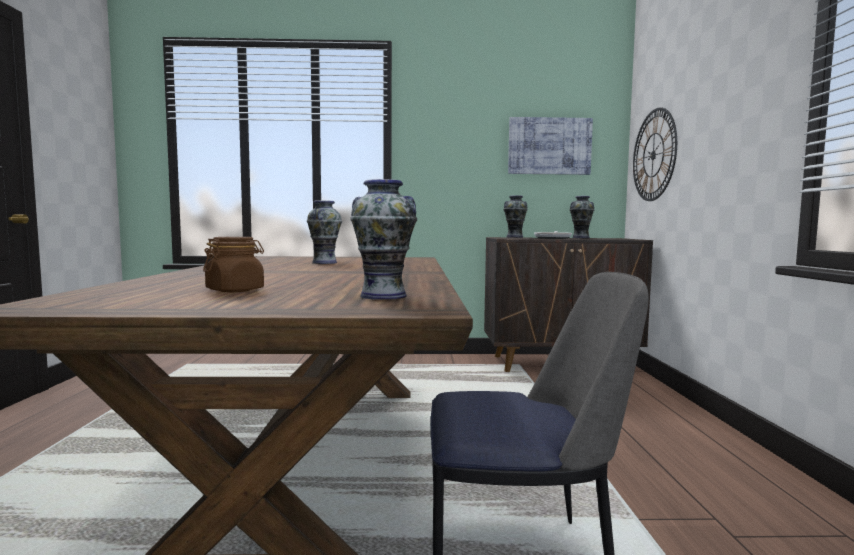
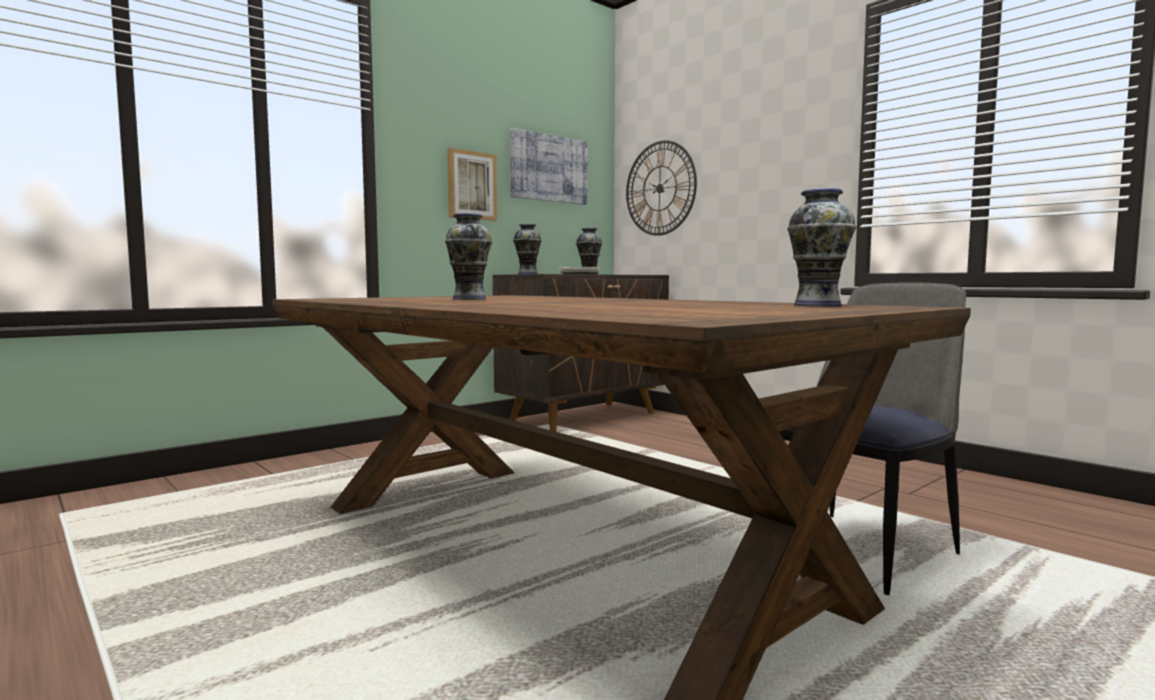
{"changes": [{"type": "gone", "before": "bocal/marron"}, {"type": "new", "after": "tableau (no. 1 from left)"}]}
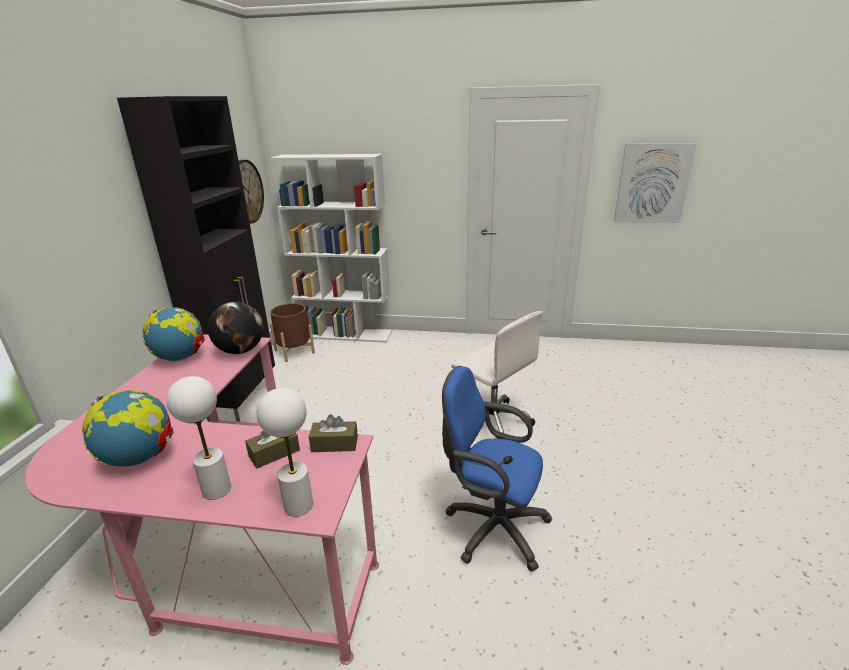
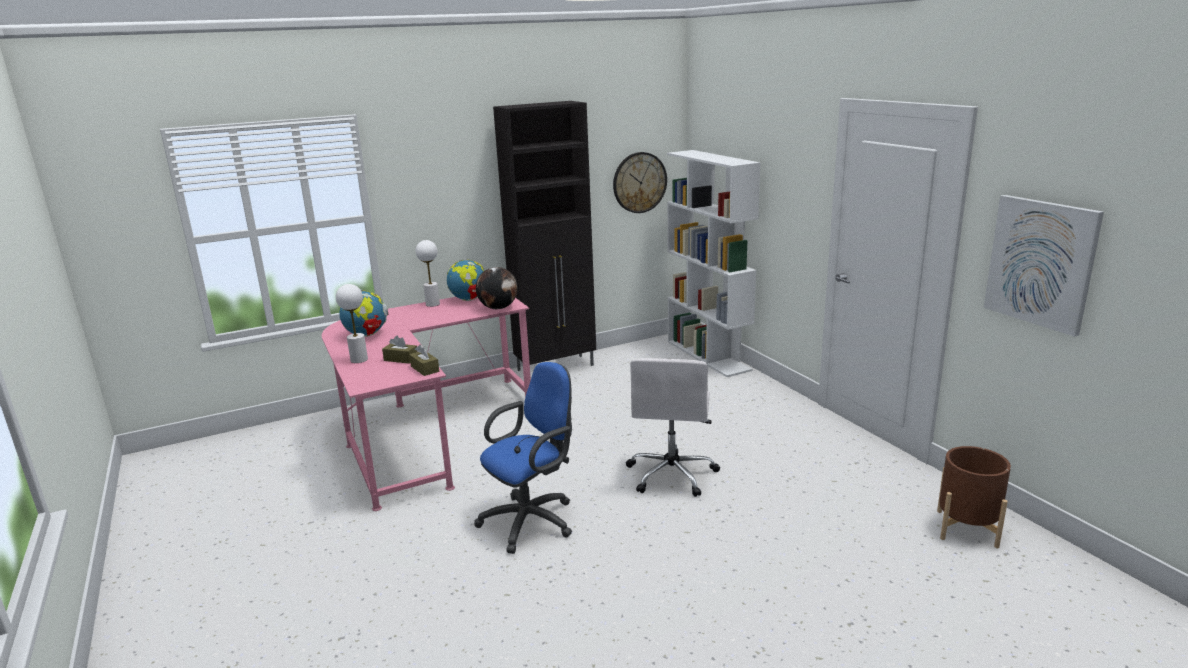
{"changes": [{"type": "shifted", "before": "lampe de table/blanc (no. 2 from left)"}, {"type": "shifted", "before": "cache-pot/marron"}, {"type": "rotated", "before": "chaise de bureau/bleu", "turn": 60}]}
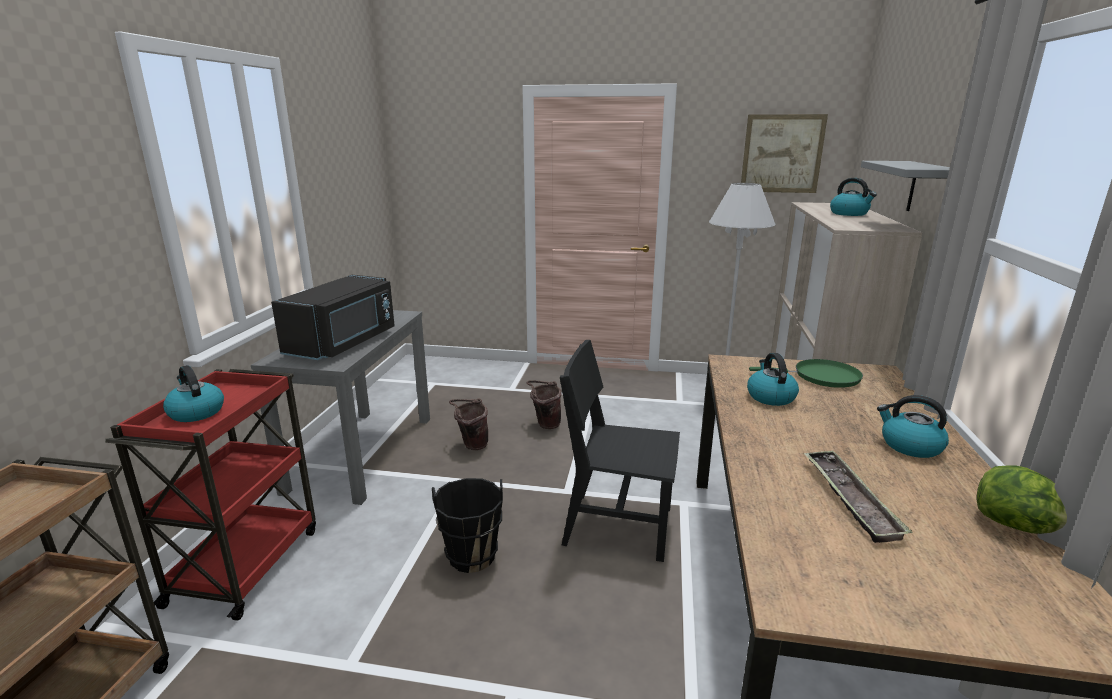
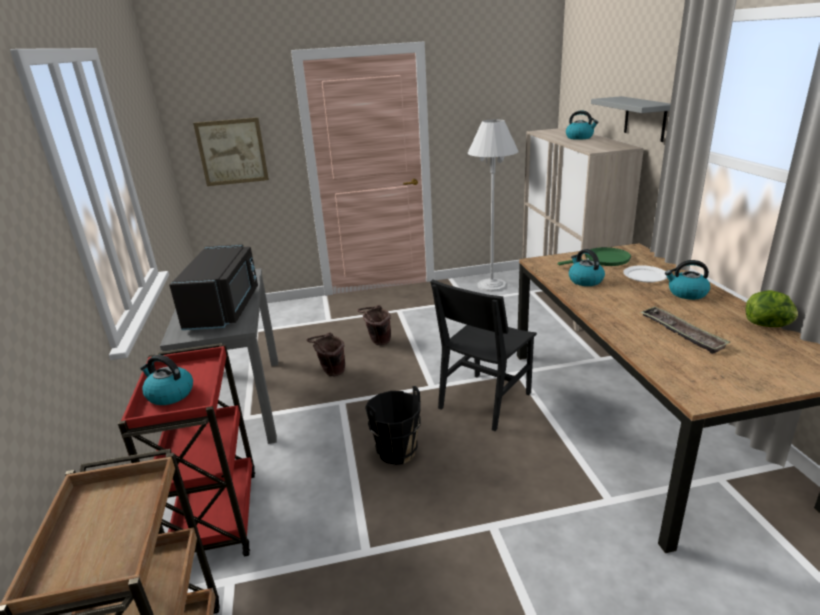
{"changes": [{"type": "new", "after": "assiette/blanc"}, {"type": "shifted", "before": "tableau"}, {"type": "rotated", "before": "chaise/noir", "turn": -45}]}
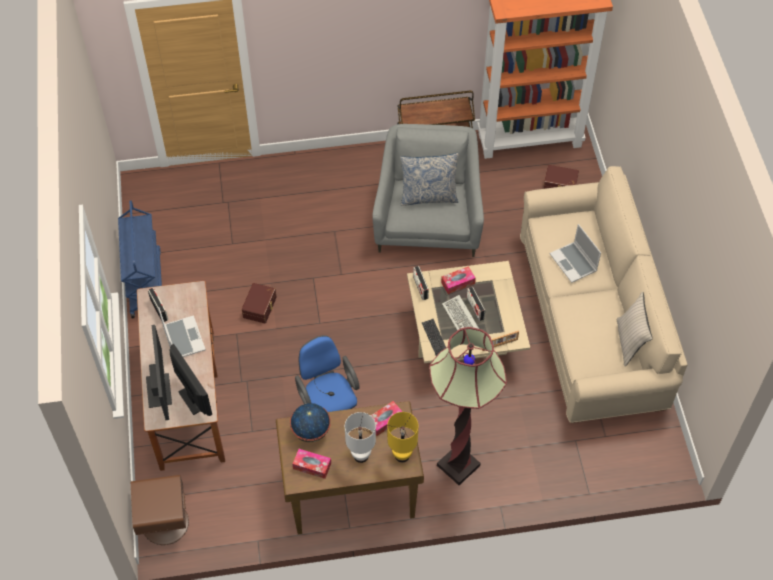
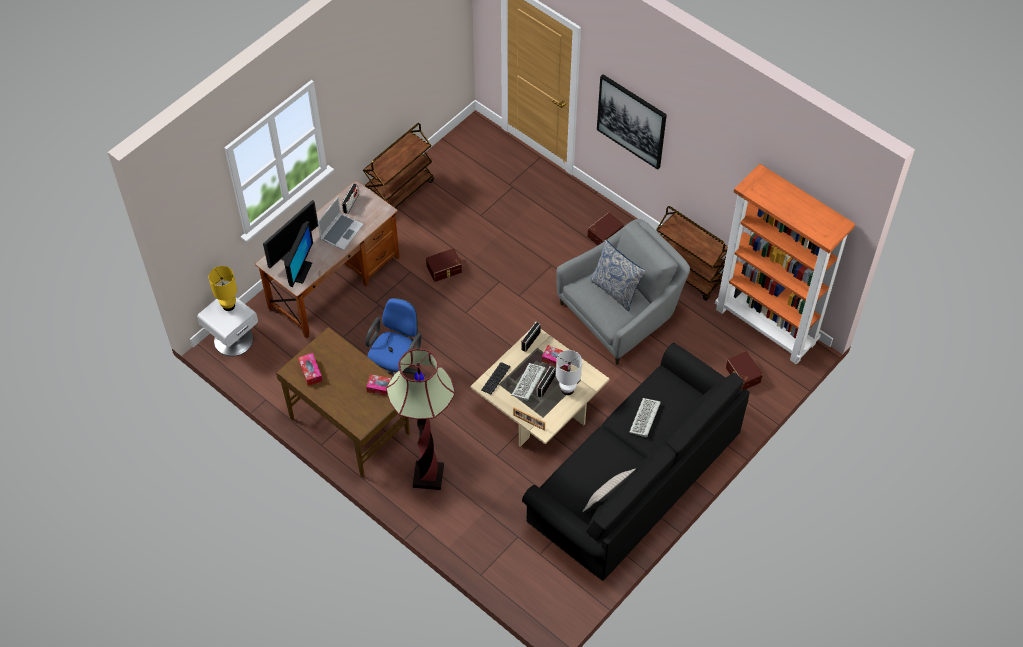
{"changes": [{"type": "gone", "before": "globe"}, {"type": "new", "after": "boîte de rangement/marron (no. 2 from left)"}, {"type": "new", "after": "tableau"}, {"type": "shifted", "before": "lampe de table/blanc"}, {"type": "shifted", "before": "lampe de table/jaune"}, {"type": "swapped", "before": "ordinateur portable (no. 2 from left)", "after": "clavier (no. 3 from left)"}, {"type": "repainted", "before": "chariot/bleu", "after": "chariot/marron (no. 1 from left)"}, {"type": "repainted", "before": "table de chevet/marron", "after": "table de chevet/blanc"}, {"type": "repainted", "before": "canapé/beige", "after": "canapé/noir"}]}
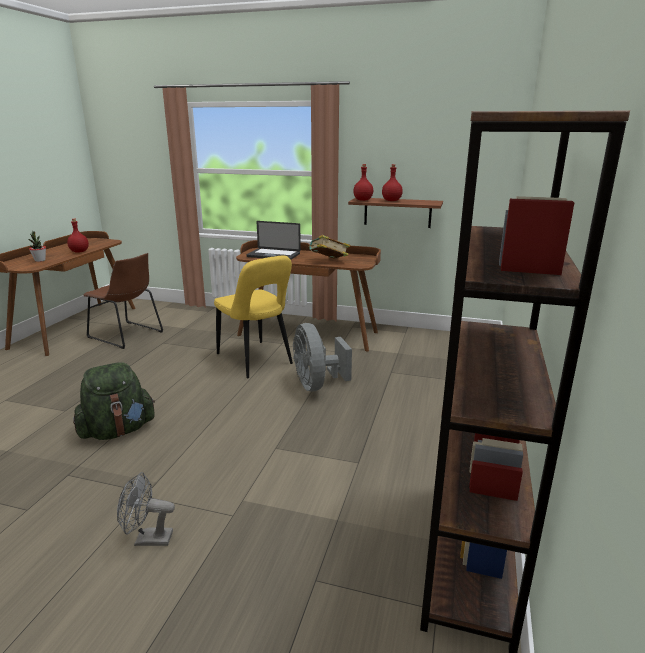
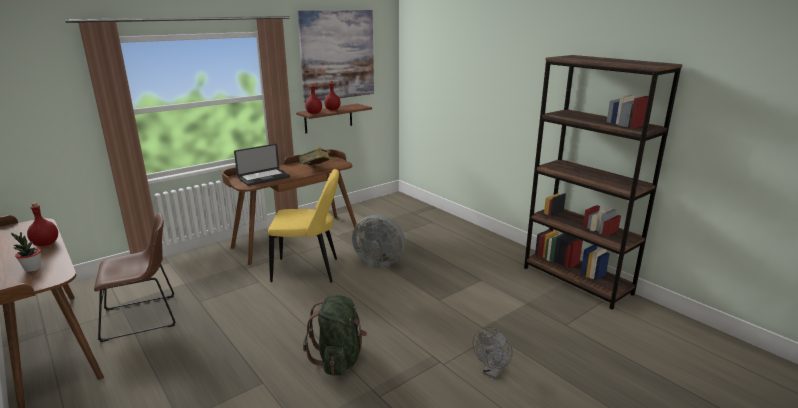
{"changes": [{"type": "new", "after": "tableau"}]}
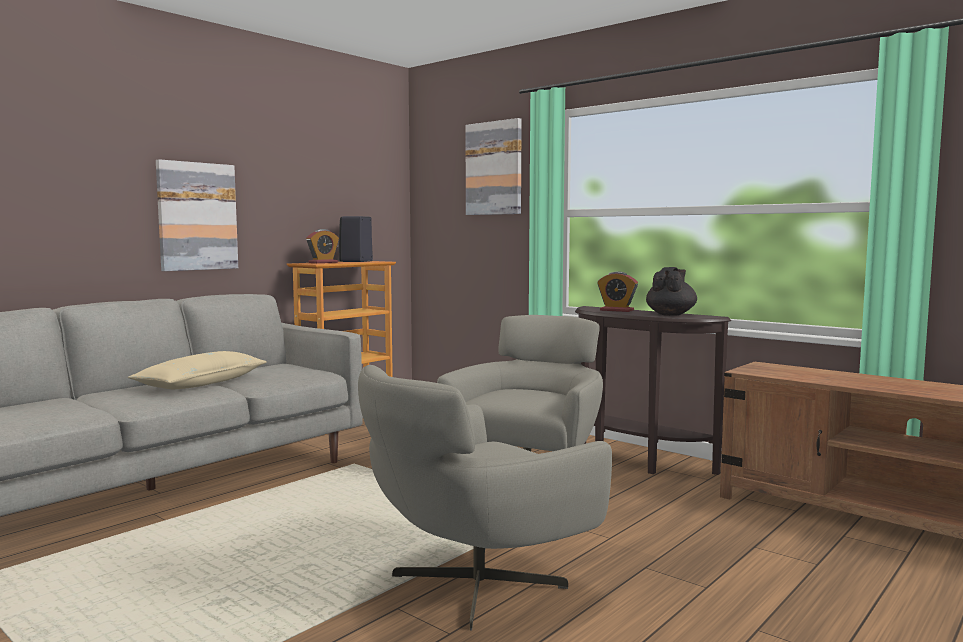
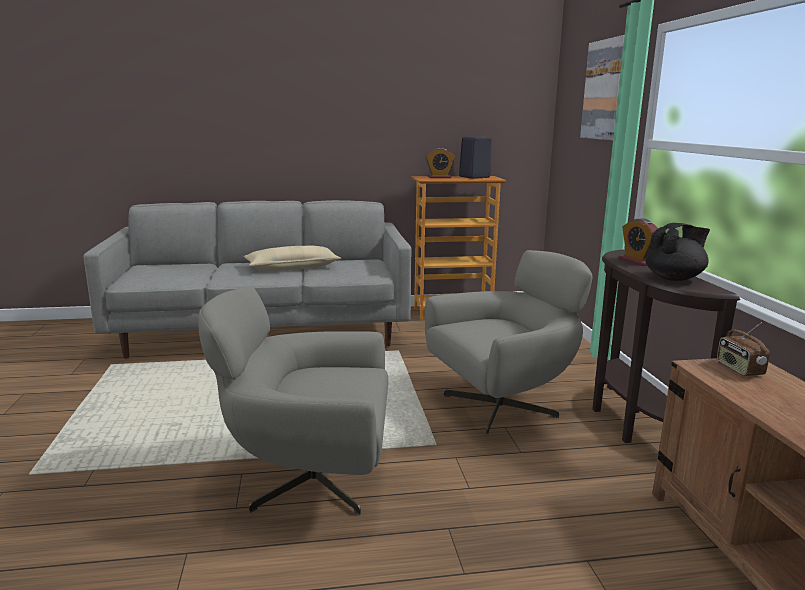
{"changes": [{"type": "gone", "before": "tableau (no. 1 from left)"}, {"type": "new", "after": "radio"}]}
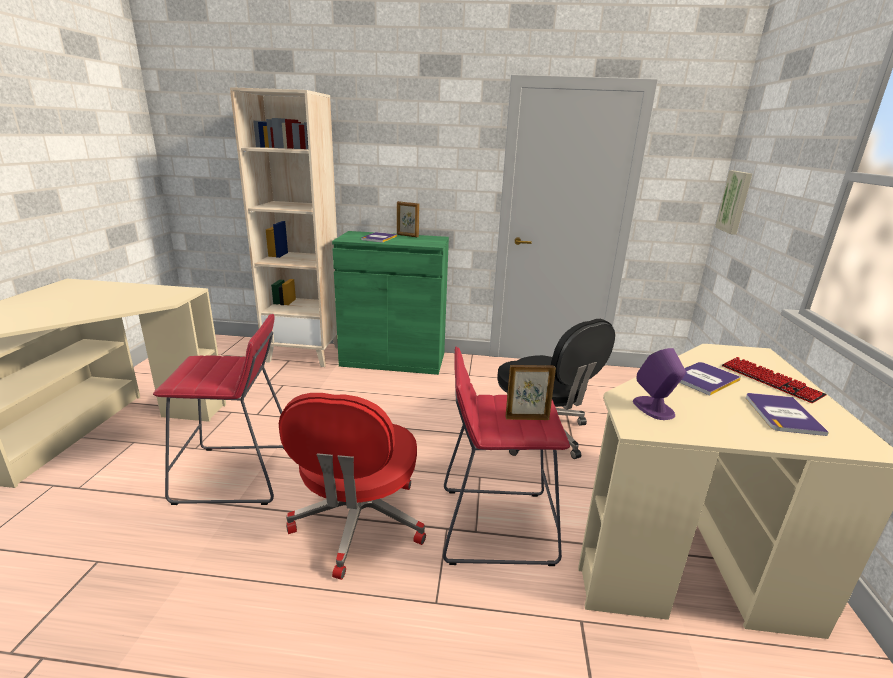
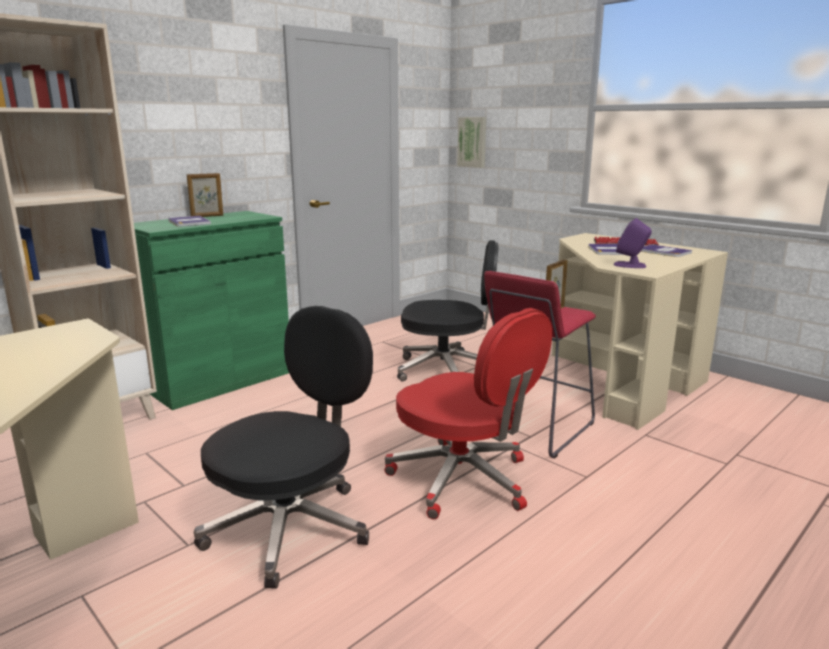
{"changes": [{"type": "swapped", "before": "tabouret/rouge (no. 1 from left)", "after": "chaise de bureau/noir (no. 1 from left)"}]}
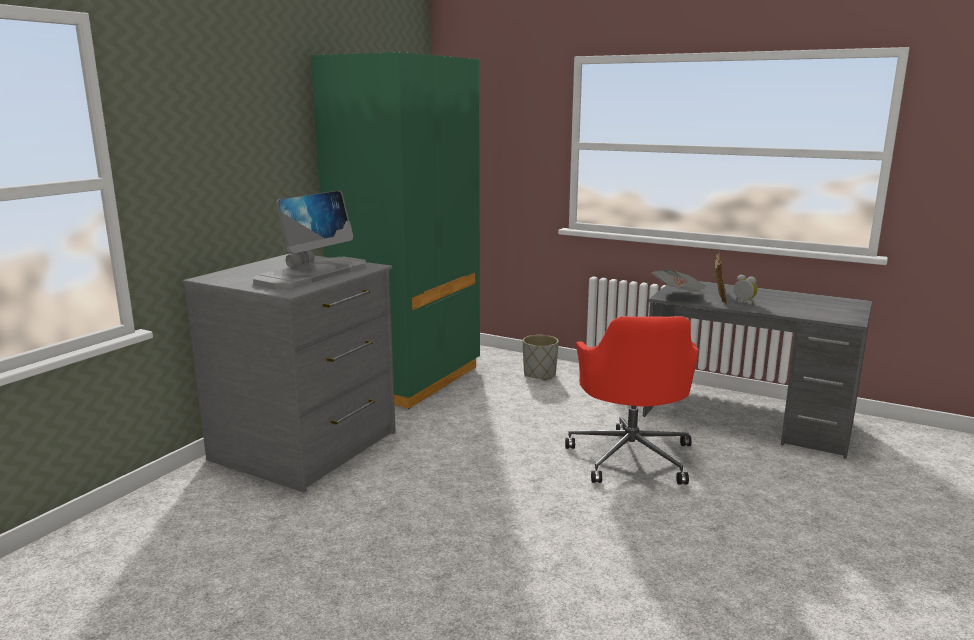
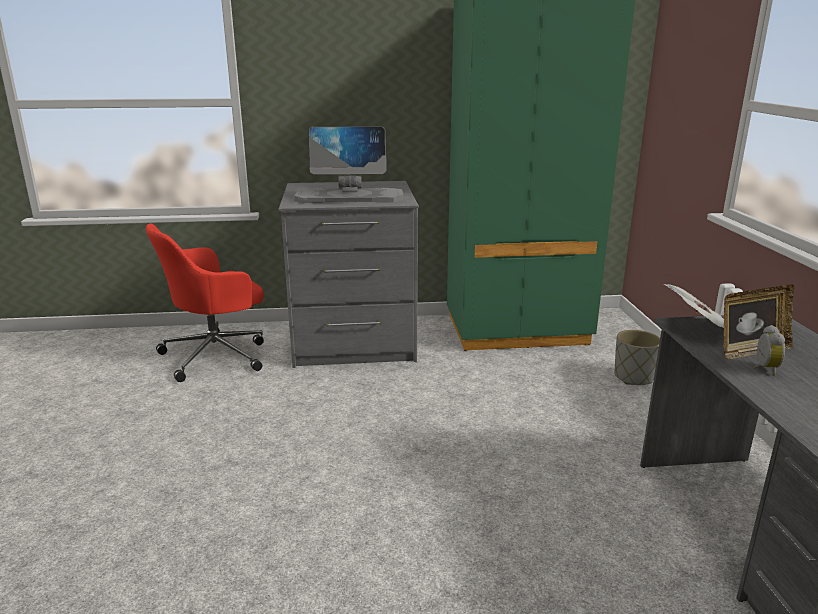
{"changes": [{"type": "shifted", "before": "chaise de bureau/rouge"}]}
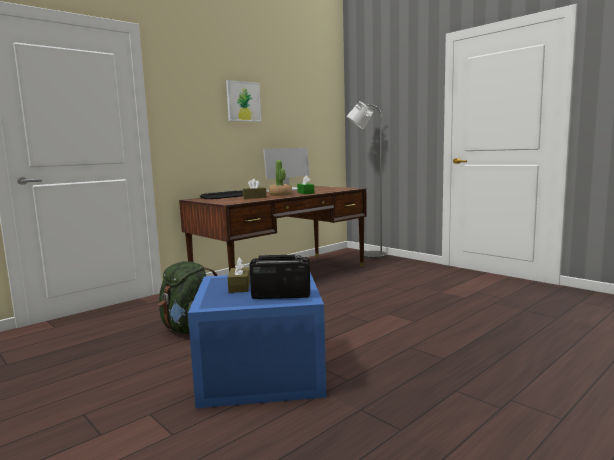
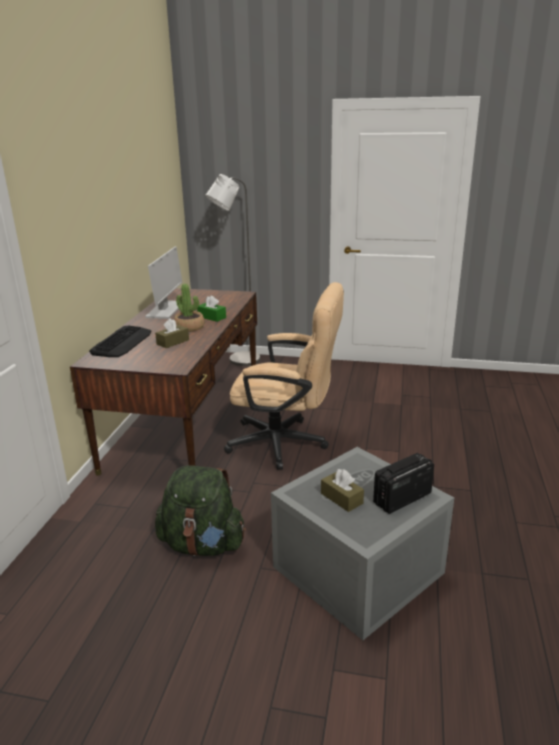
{"changes": [{"type": "gone", "before": "tableau"}, {"type": "new", "after": "chaise de bureau/beige"}, {"type": "repainted", "before": "boîte de rangement/bleu", "after": "boîte de rangement/gris"}]}
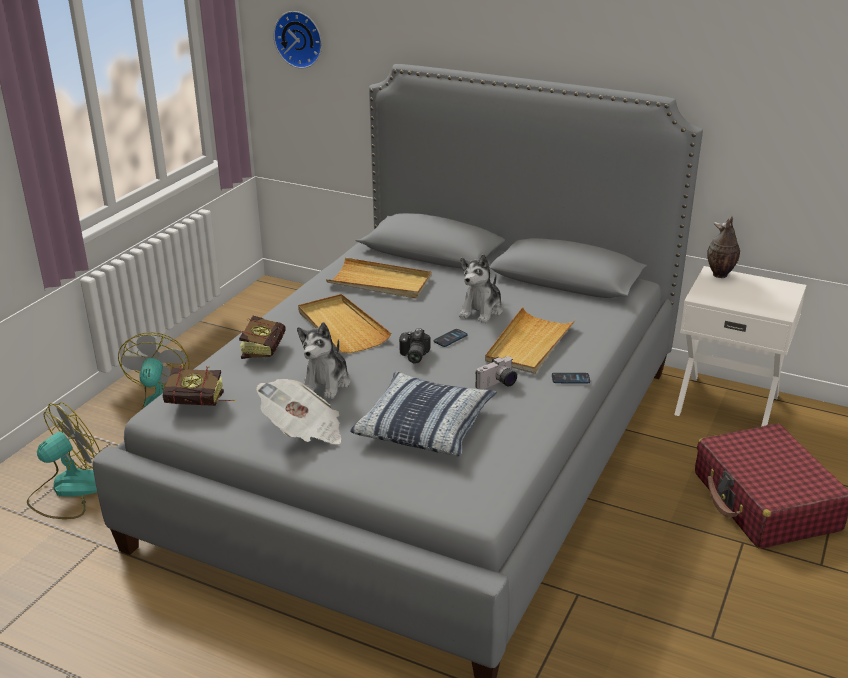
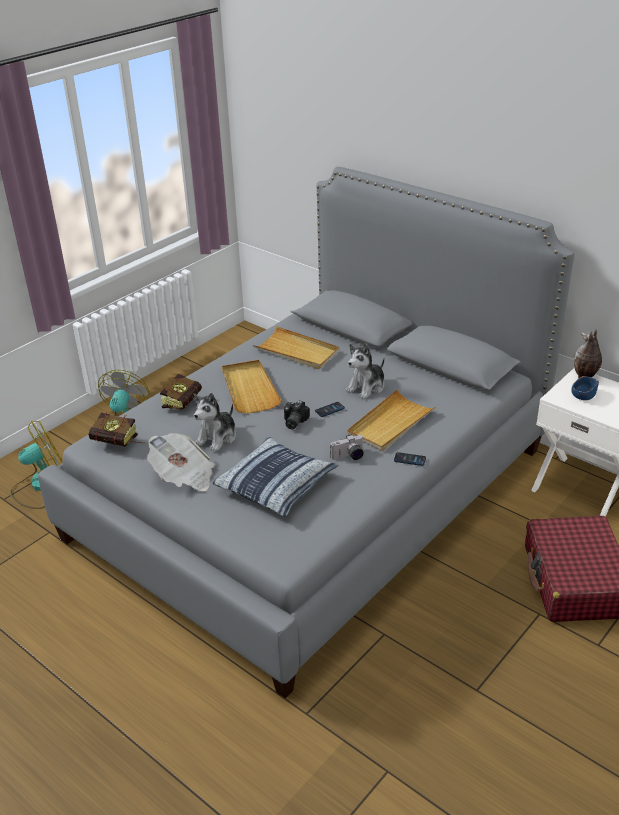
{"changes": [{"type": "gone", "before": "horloge murale"}, {"type": "new", "after": "bol/bleu"}]}
